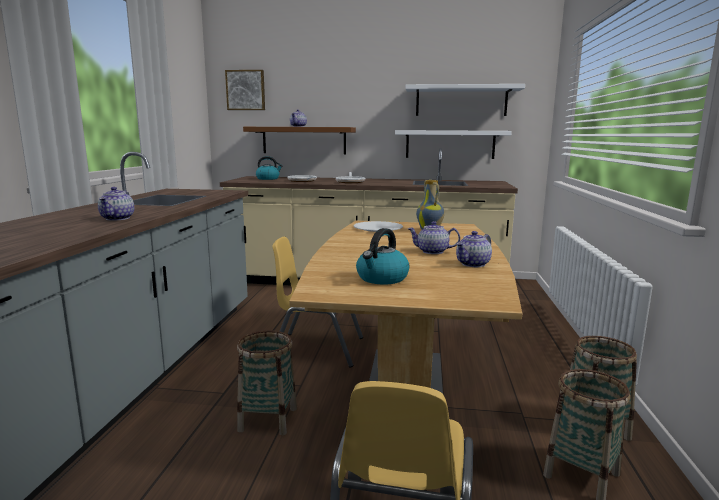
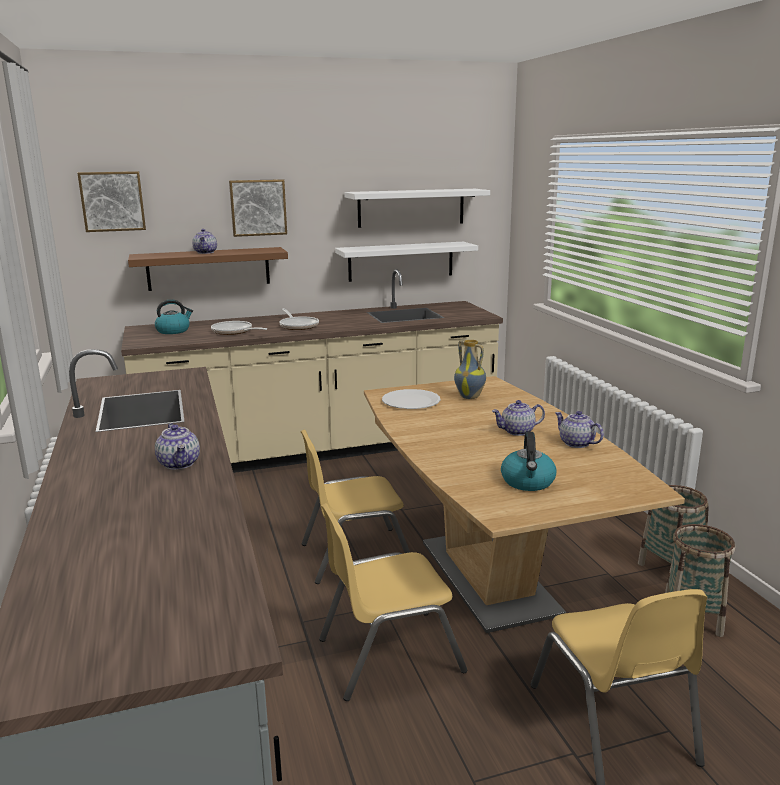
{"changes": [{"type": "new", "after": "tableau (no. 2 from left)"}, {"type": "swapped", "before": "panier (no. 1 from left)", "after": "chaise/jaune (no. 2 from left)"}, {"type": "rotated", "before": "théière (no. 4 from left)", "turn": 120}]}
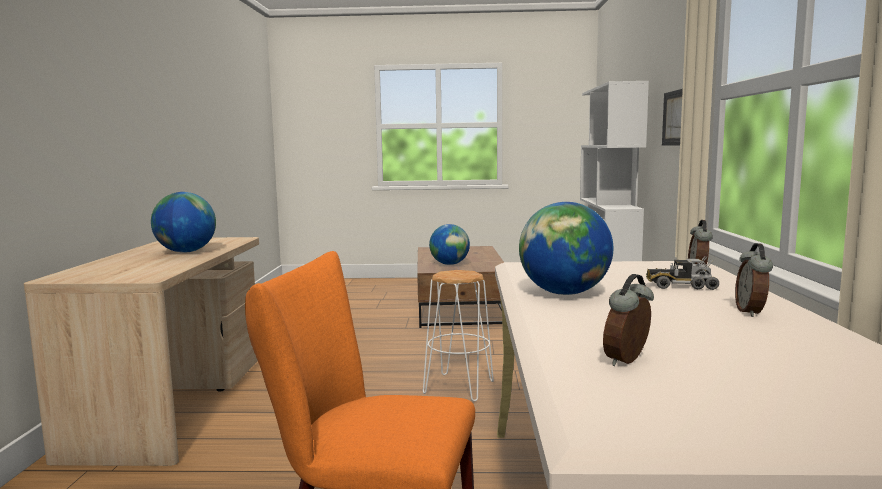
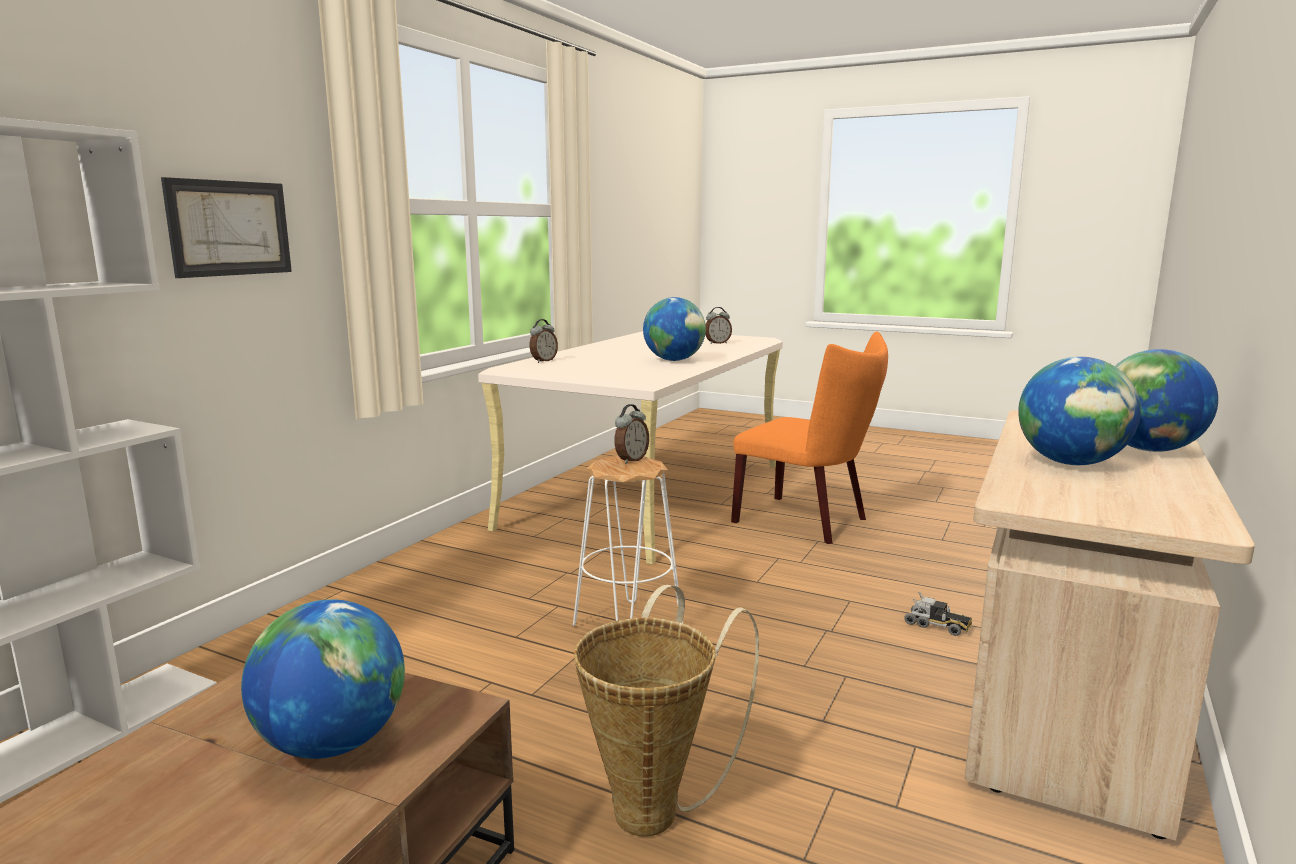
{"changes": [{"type": "new", "after": "panier"}, {"type": "new", "after": "globe (no. 4 from left)"}, {"type": "shifted", "before": "camion jouet"}, {"type": "shifted", "before": "réveil (no. 3 from left in the first image)", "after": "réveil (no. 2 from left)"}]}
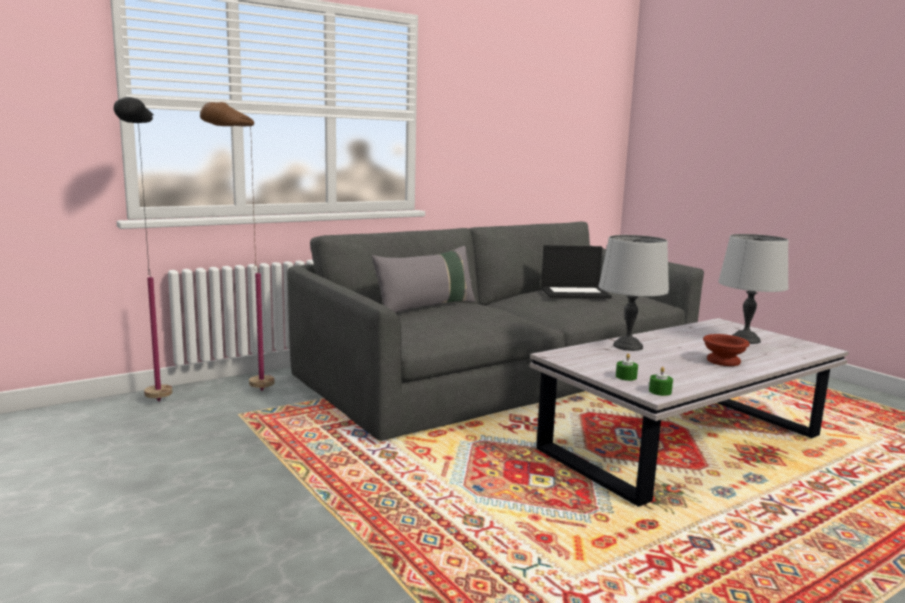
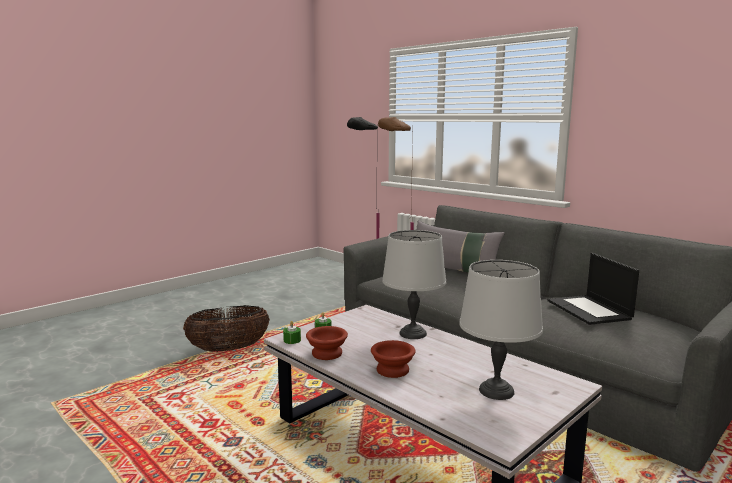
{"changes": [{"type": "new", "after": "panier"}, {"type": "new", "after": "bol/marron (no. 1 from left)"}]}
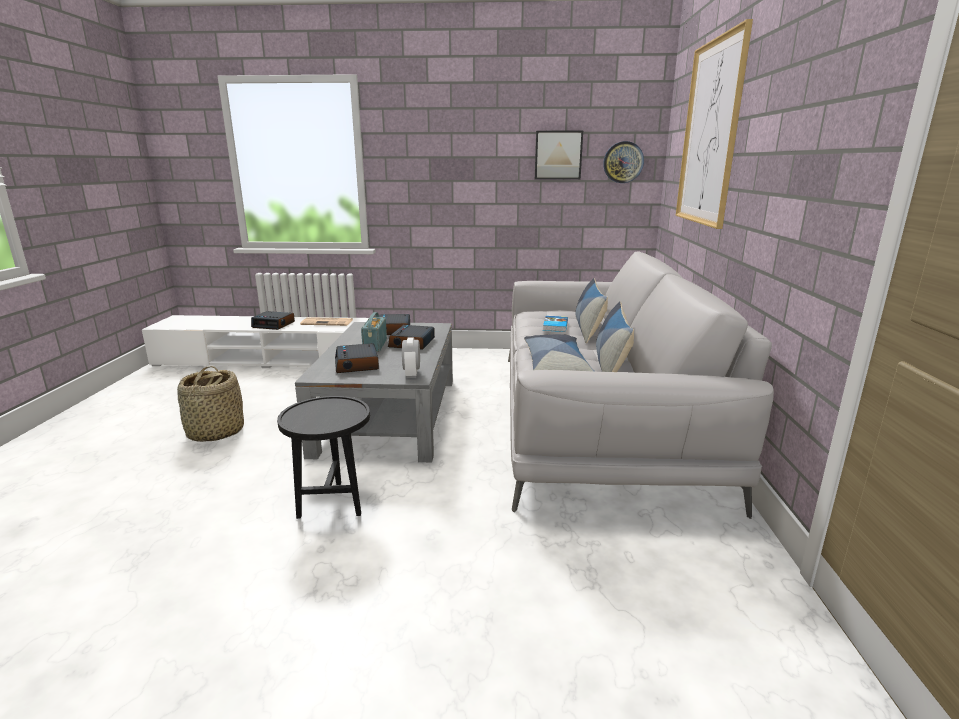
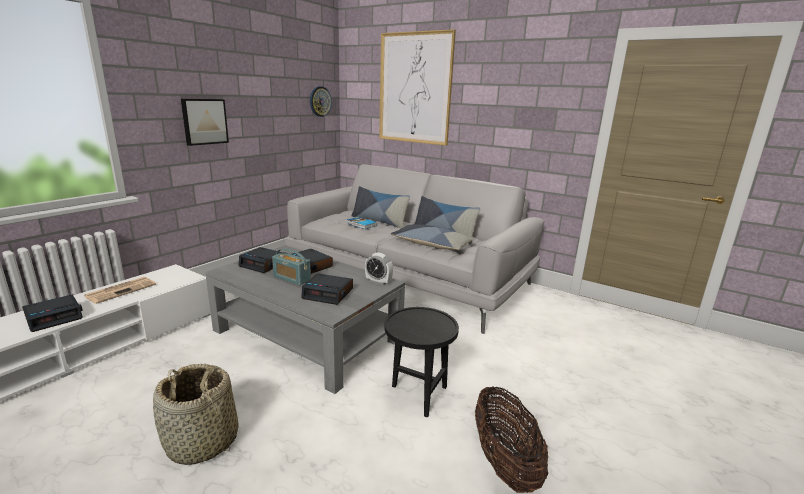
{"changes": [{"type": "new", "after": "panier (no. 2 from left)"}, {"type": "shifted", "before": "tableau (no. 1 from left)"}]}
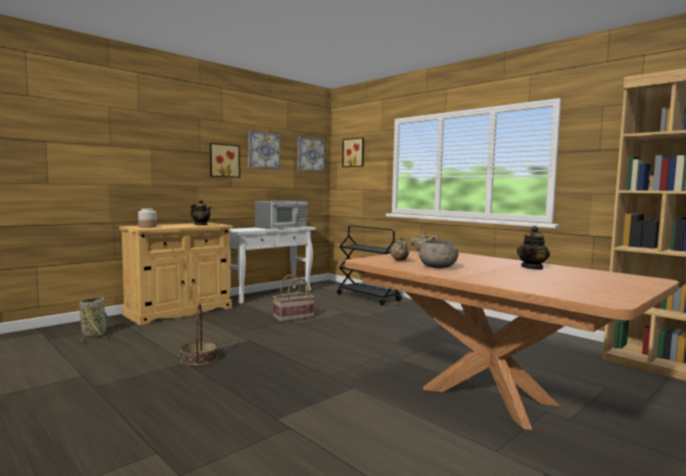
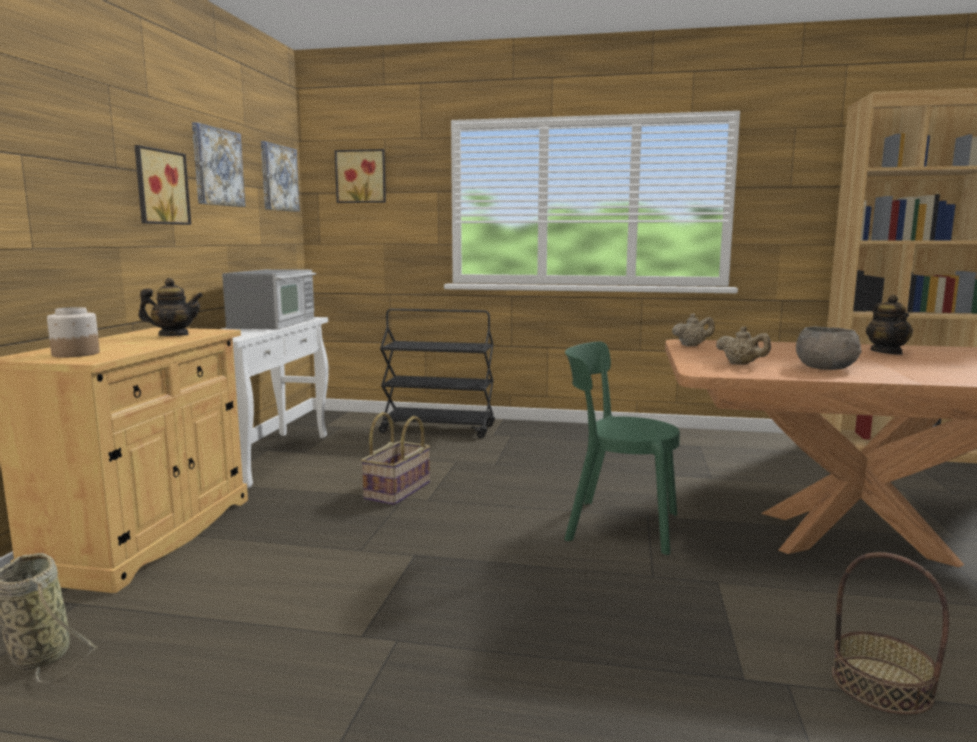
{"changes": [{"type": "new", "after": "chaise/vert"}, {"type": "shifted", "before": "panier (no. 2 from left in the first image)", "after": "panier (no. 3 from left)"}]}
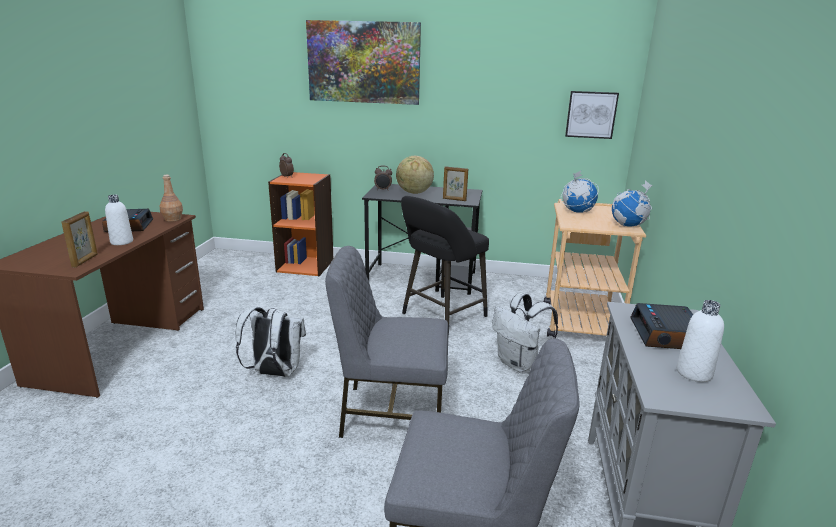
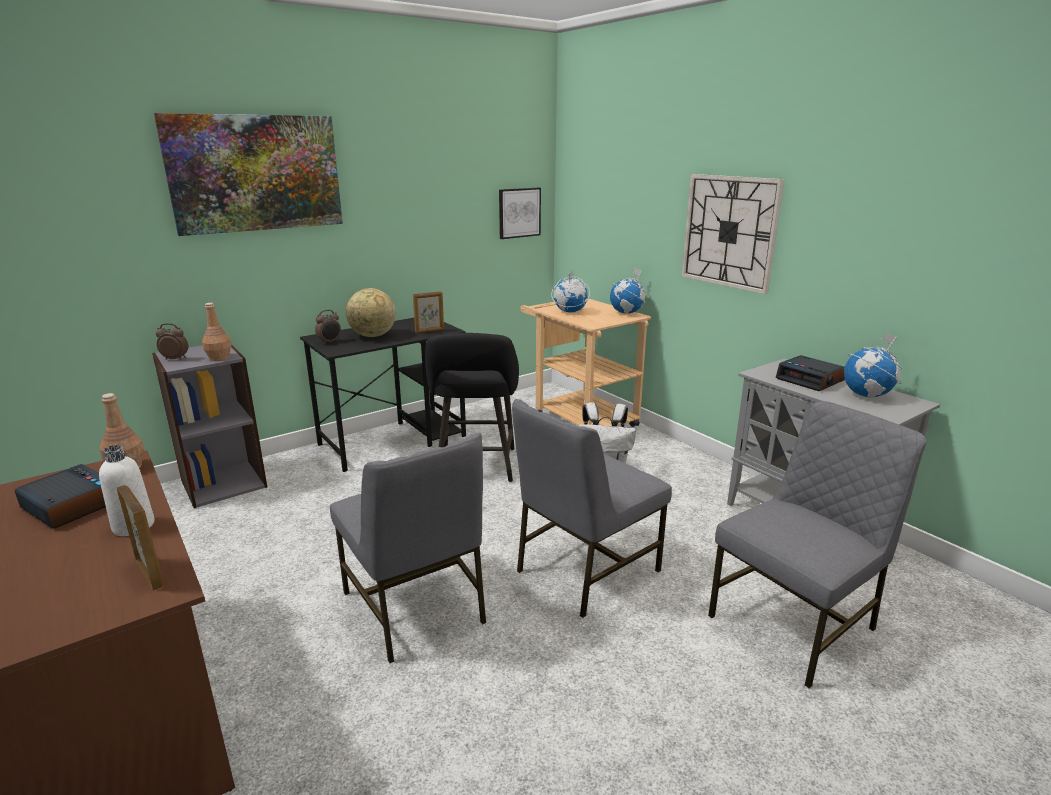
{"changes": [{"type": "new", "after": "bouteille/marron (no. 2 from left)"}, {"type": "new", "after": "horloge murale"}, {"type": "swapped", "before": "sac à dos/blanc (no. 1 from left)", "after": "chaise/gris (no. 1 from left)"}, {"type": "swapped", "before": "bouteille/blanc (no. 2 from left)", "after": "globe (no. 4 from left)"}, {"type": "repainted", "before": "bibliothèque/orange", "after": "bibliothèque/gris"}]}
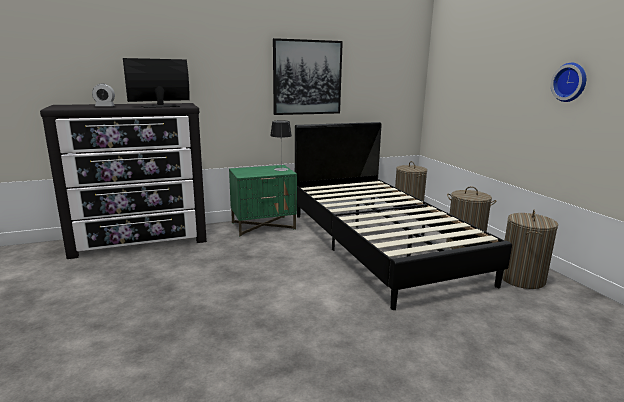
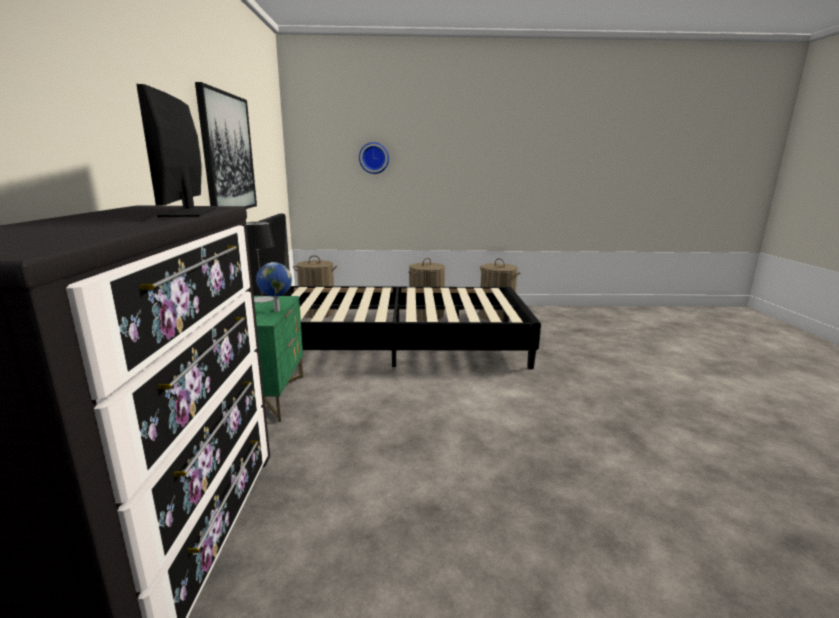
{"changes": [{"type": "gone", "before": "réveil"}, {"type": "new", "after": "globe"}, {"type": "shifted", "before": "horloge murale"}]}
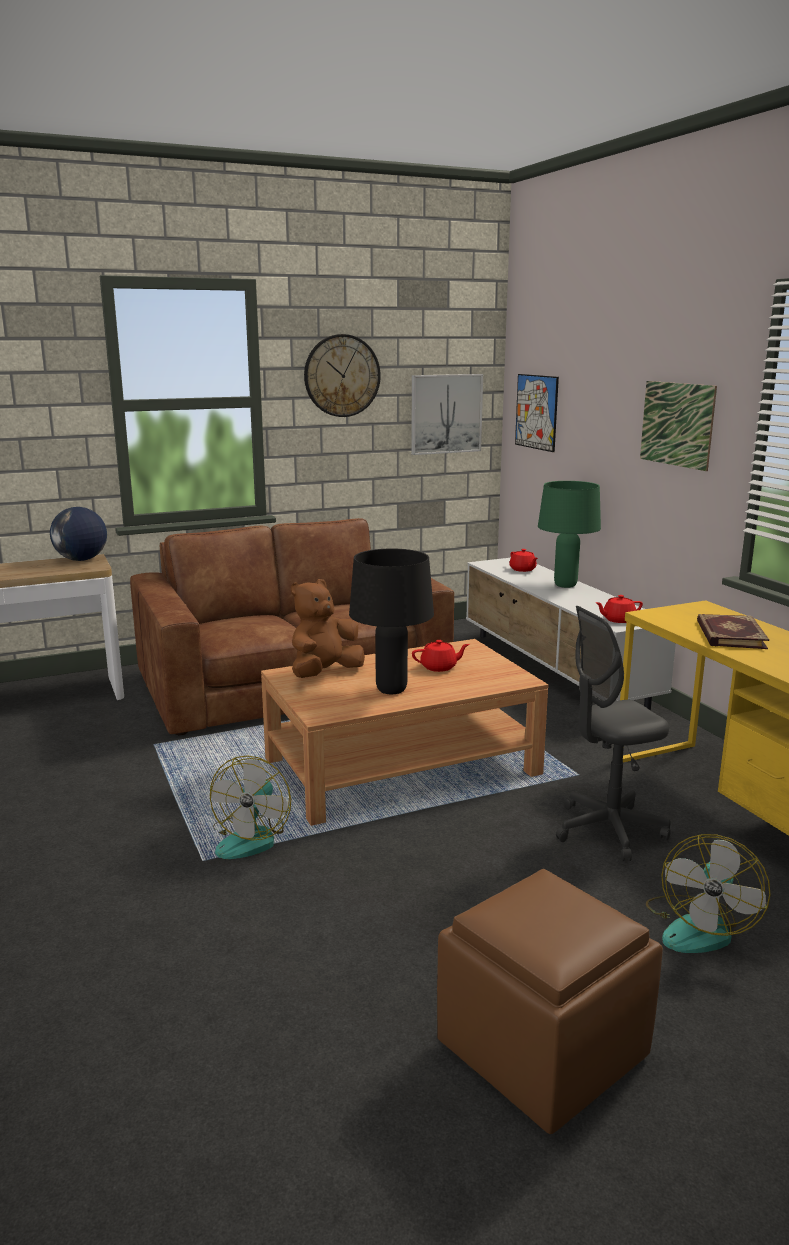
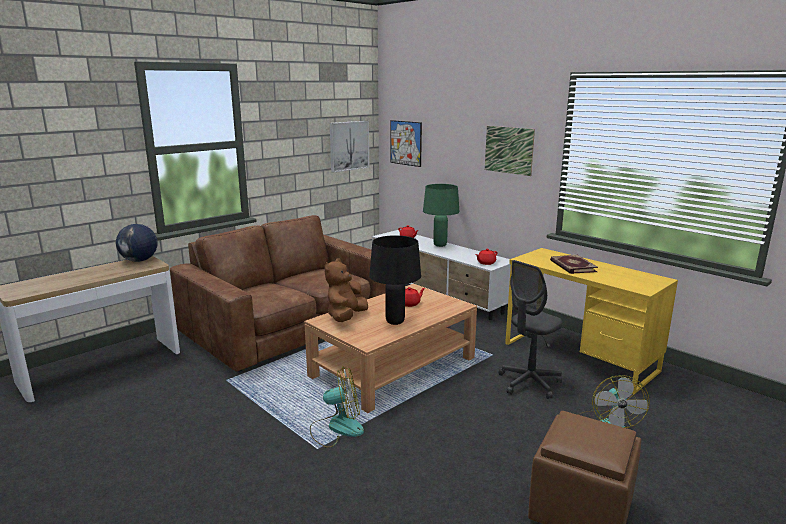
{"changes": [{"type": "gone", "before": "horloge murale"}, {"type": "rotated", "before": "ventilateur (no. 1 from left)", "turn": -90}]}
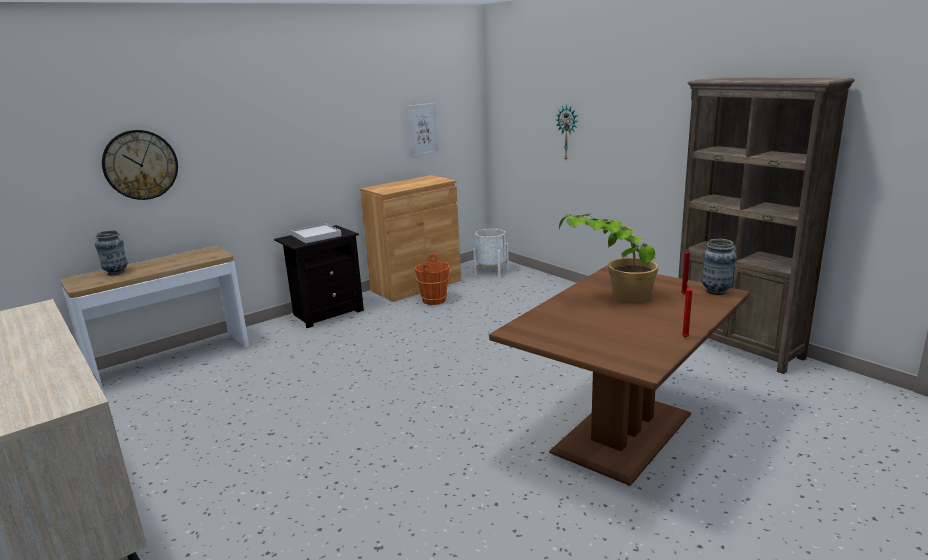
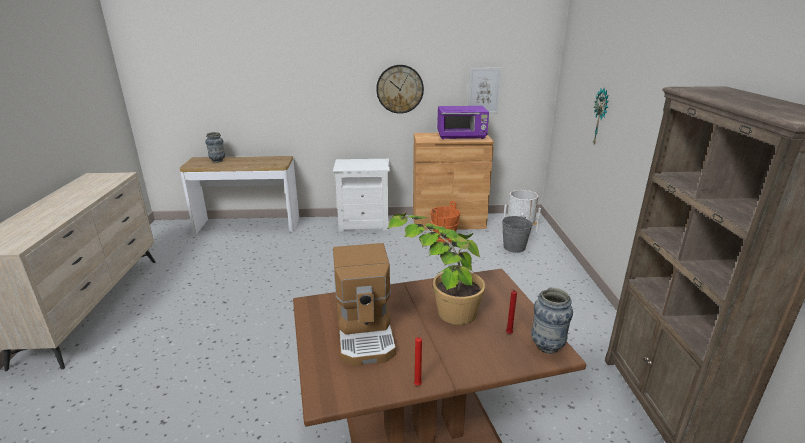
{"changes": [{"type": "gone", "before": "plateau/blanc"}, {"type": "new", "after": "machine à café"}, {"type": "new", "after": "micro-ondes/violet"}, {"type": "new", "after": "seau/gris"}, {"type": "shifted", "before": "horloge murale (no. 1 from left)"}, {"type": "repainted", "before": "table de chevet/noir", "after": "table de chevet/blanc"}]}
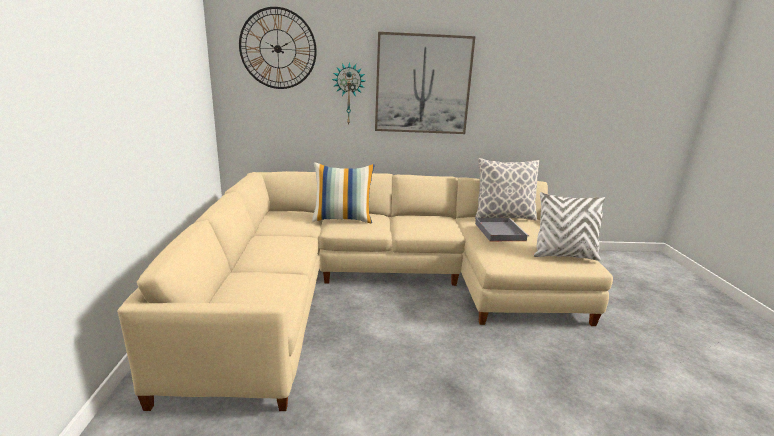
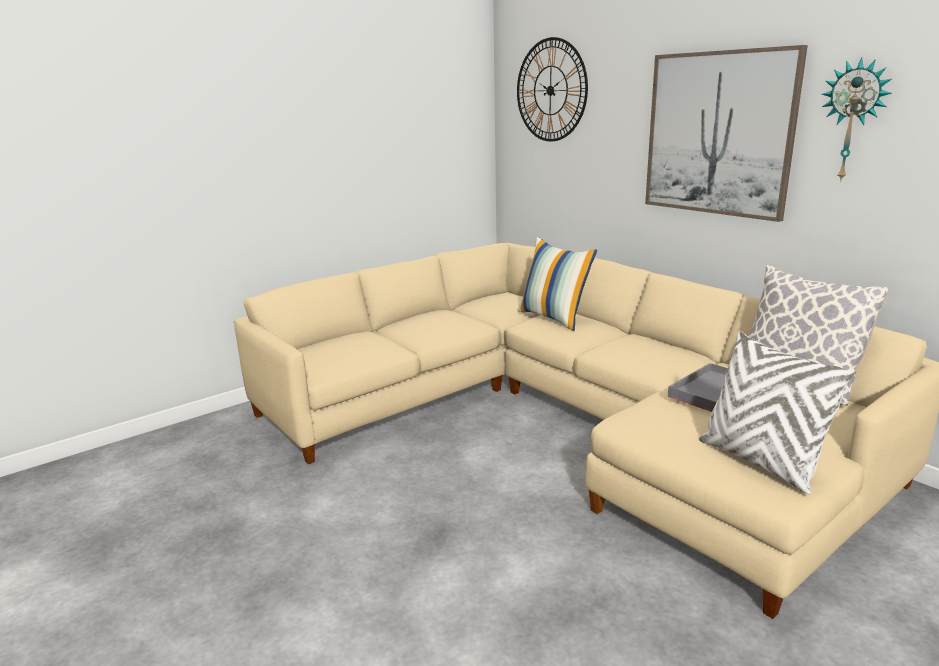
{"changes": [{"type": "shifted", "before": "horloge murale (no. 2 from left)"}]}
